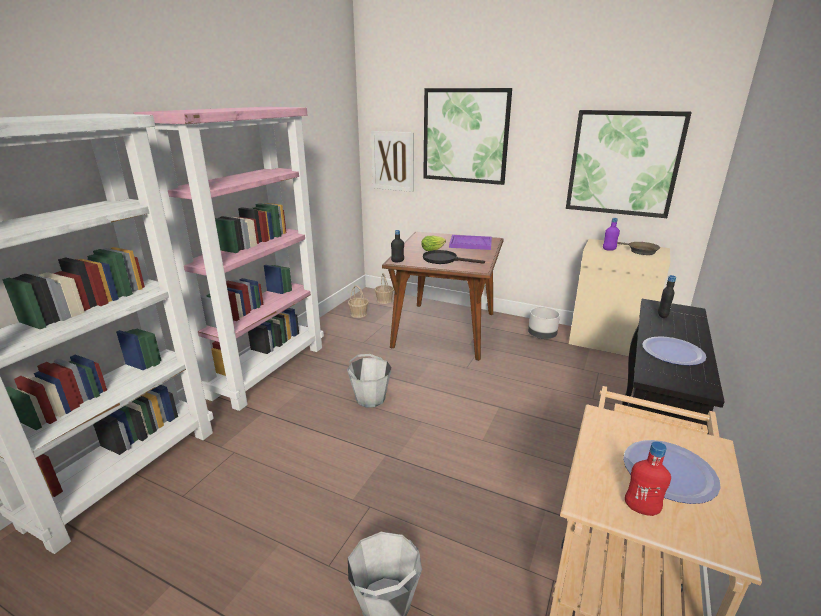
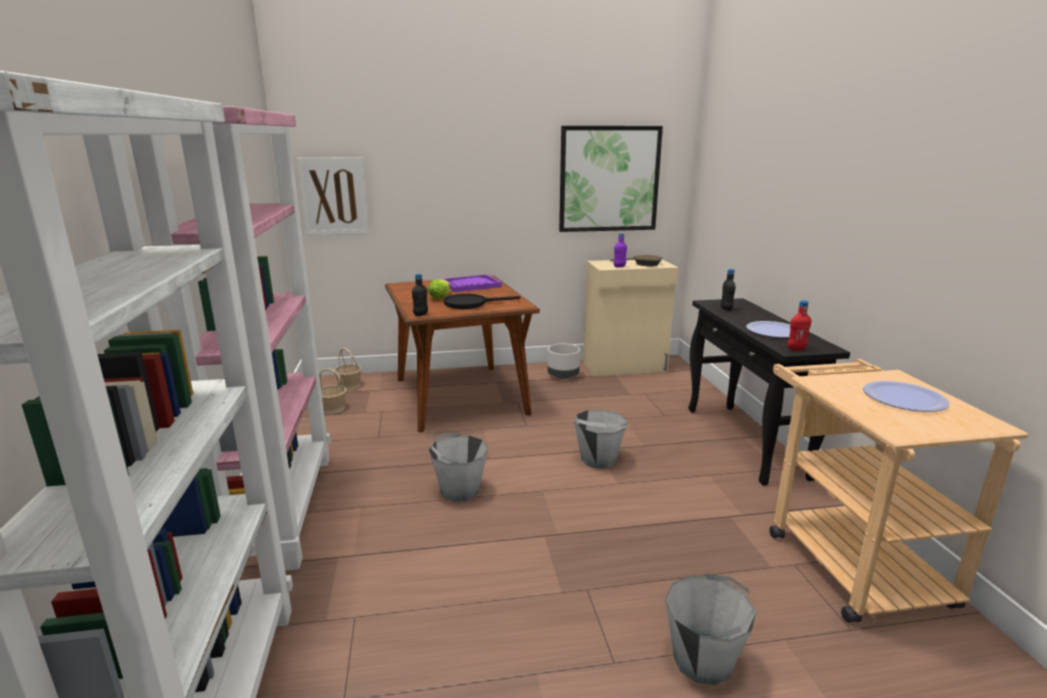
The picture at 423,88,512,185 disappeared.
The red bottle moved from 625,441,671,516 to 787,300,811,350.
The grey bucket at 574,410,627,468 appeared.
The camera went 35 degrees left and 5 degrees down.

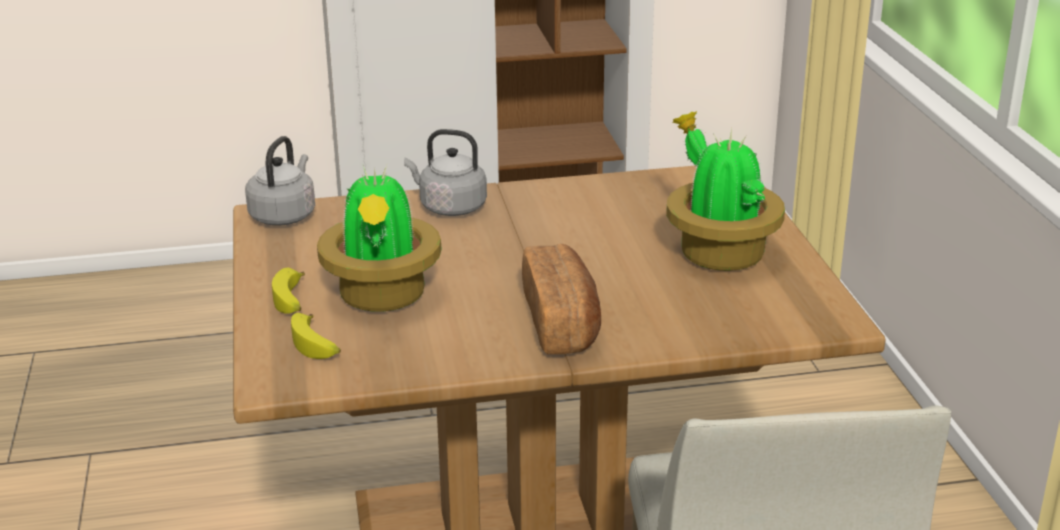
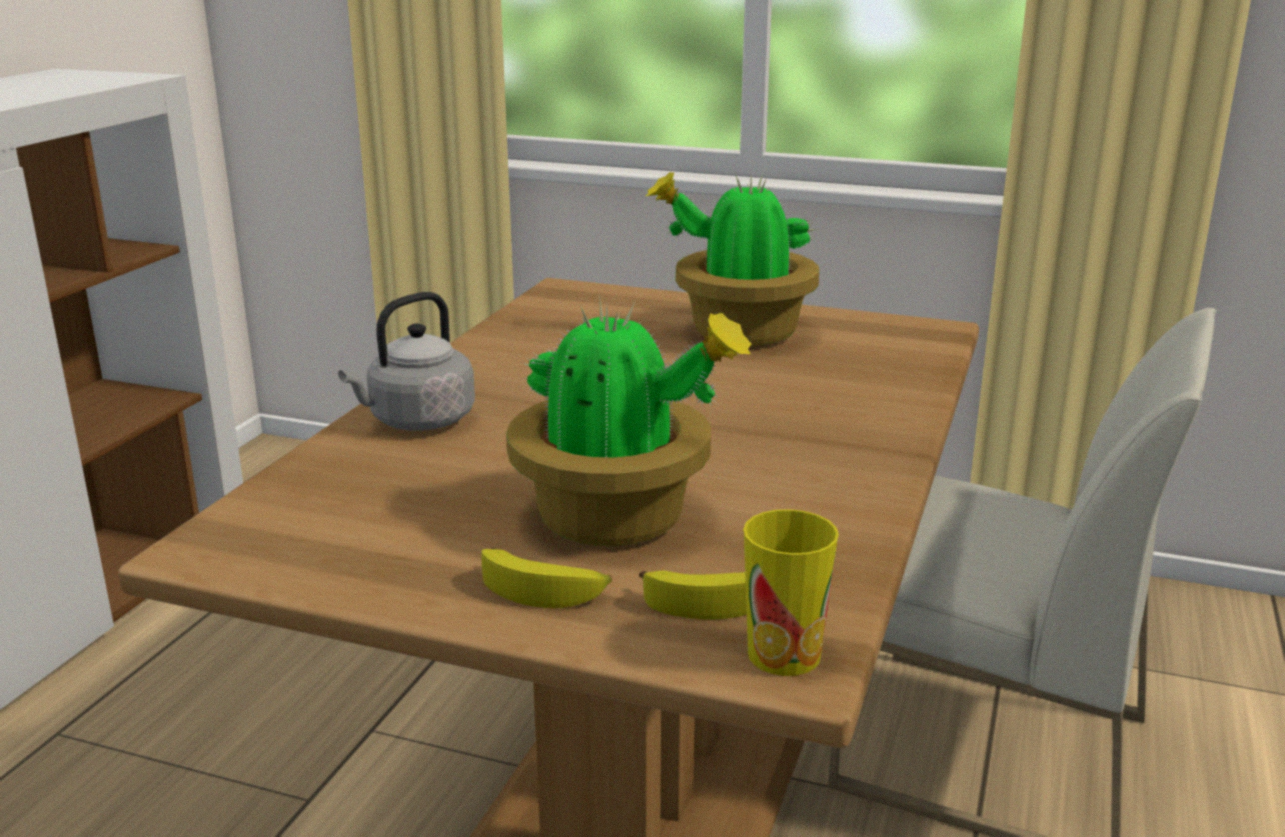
The grey kettle at 245,136,315,226 disappeared.
The bread at 522,244,601,354 disappeared.
The cup at 743,509,839,676 appeared.
The camera went 60 degrees left and 5 degrees down.

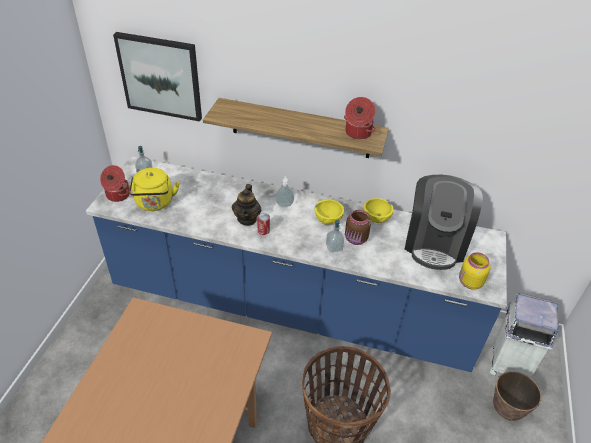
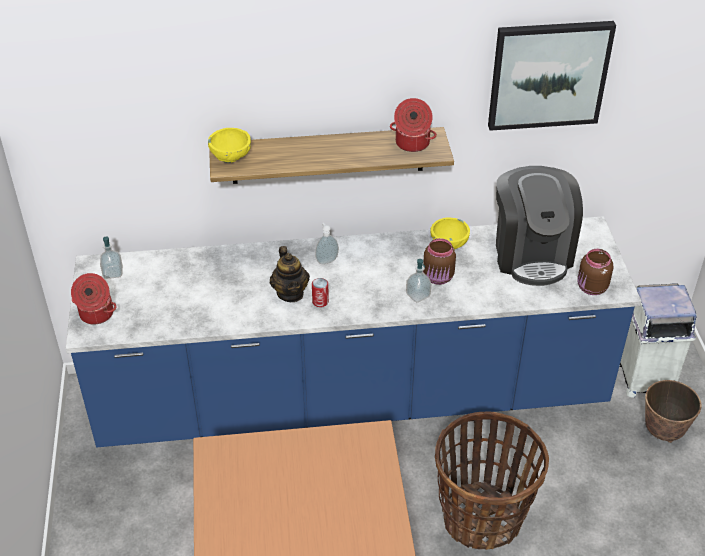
The picture moved from 113,32,202,122 to 488,21,616,131.
The yellow kettle at 129,168,180,211 disappeared.
The yellow bowl moved from 314,199,344,224 to 208,128,251,163.
The yellow jar at 459,252,491,290 became the brown jar at 577,249,613,295.
The camera went 20 degrees left and 0 degrees up.

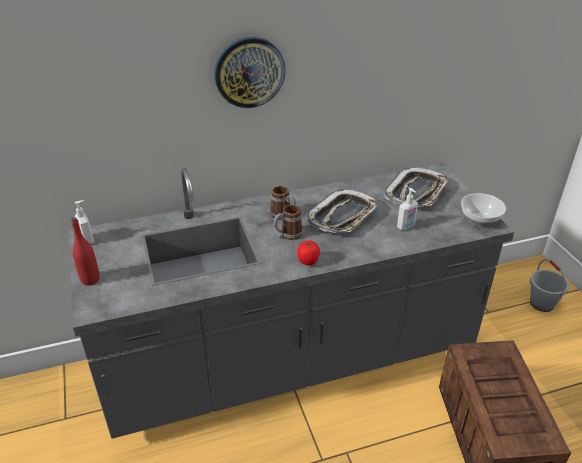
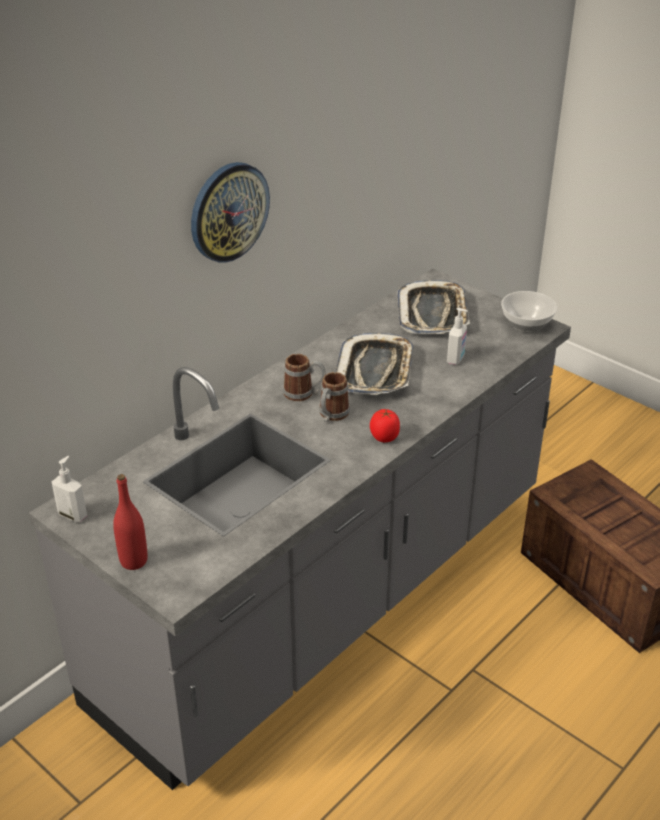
The grey bucket at 530,259,569,312 disappeared.
The camera went 30 degrees left and 0 degrees up.

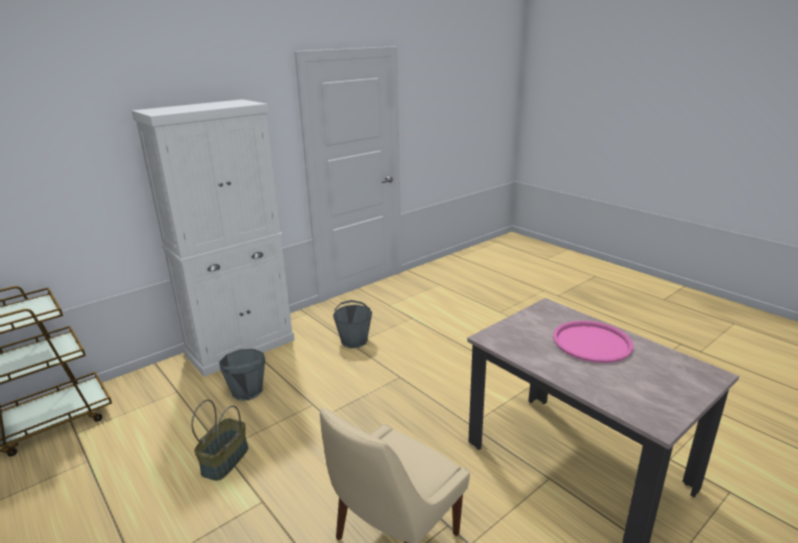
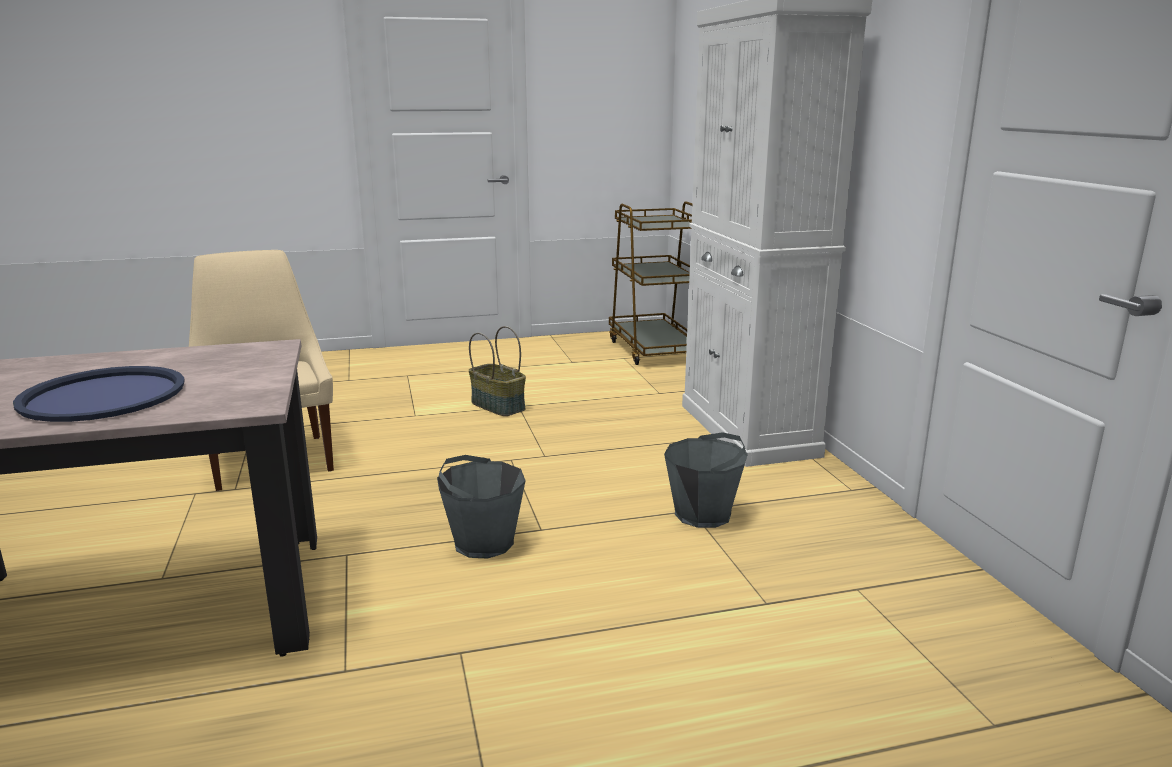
The pink tray at 553,321,634,363 became the blue tray at 13,366,185,422.
The grey bucket moved from 219,349,265,401 to 437,455,526,558.
The camera went 115 degrees right and 5 degrees down.

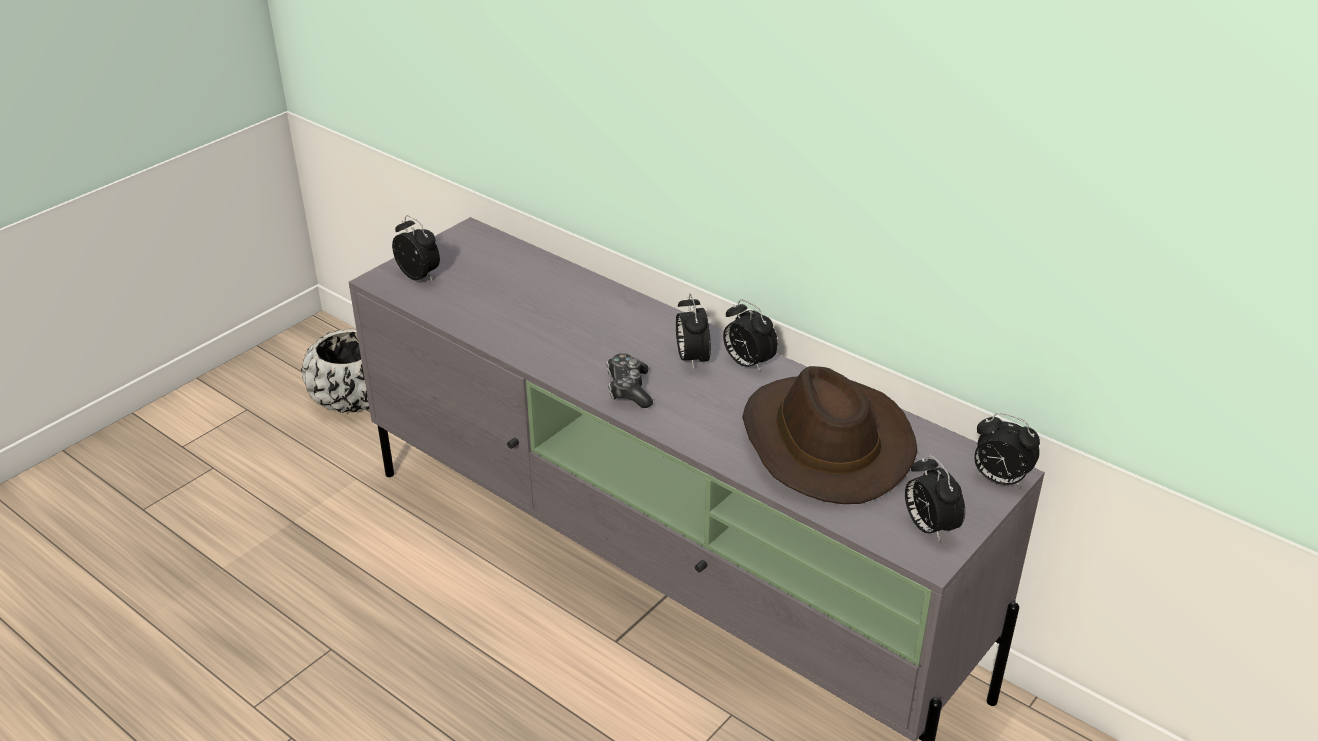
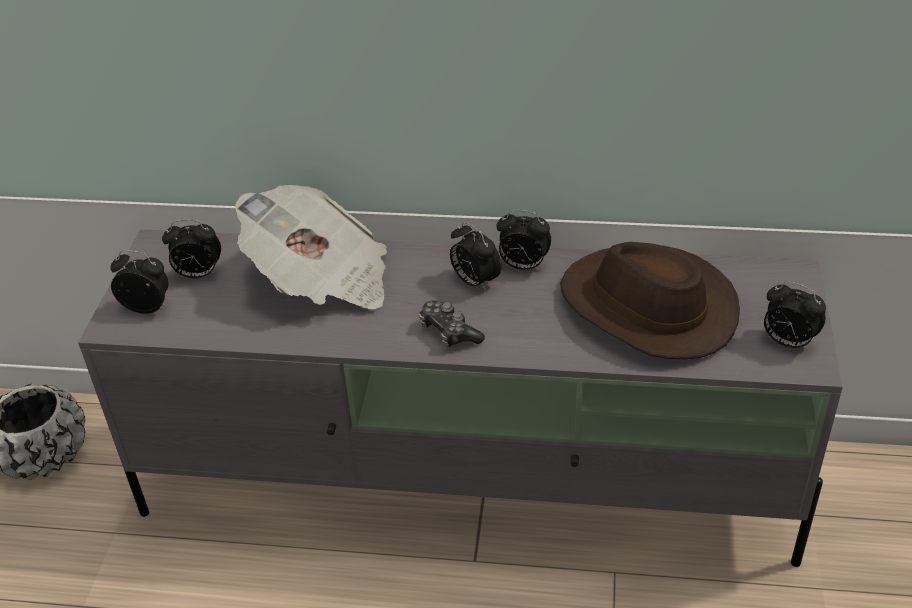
The alarm clock moved from 974,413,1040,488 to 162,220,221,278.
The newspaper at 235,185,387,309 appeared.
The camera went 30 degrees left and 5 degrees up.

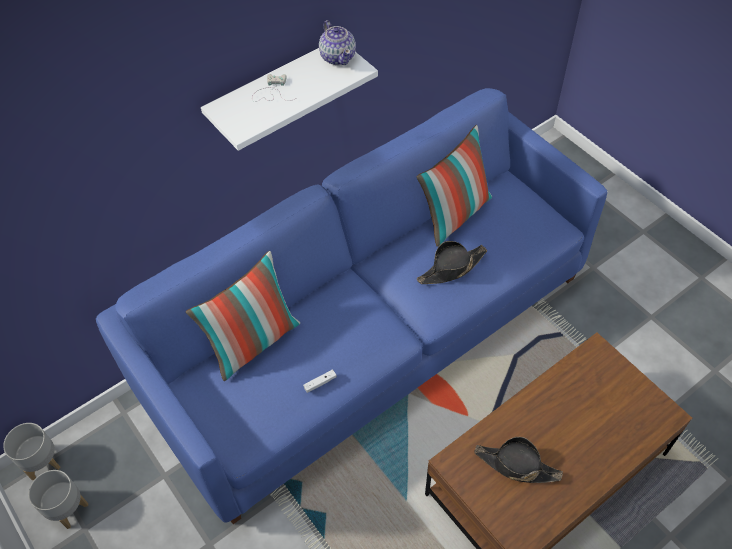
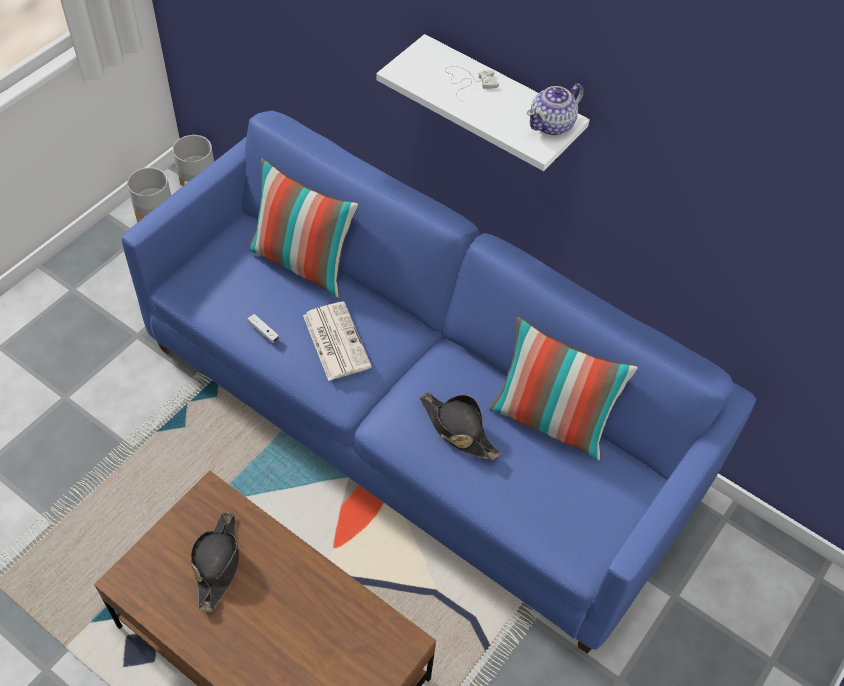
The newspaper at 303,301,372,381 appeared.
The camera went 70 degrees right and 0 degrees up.

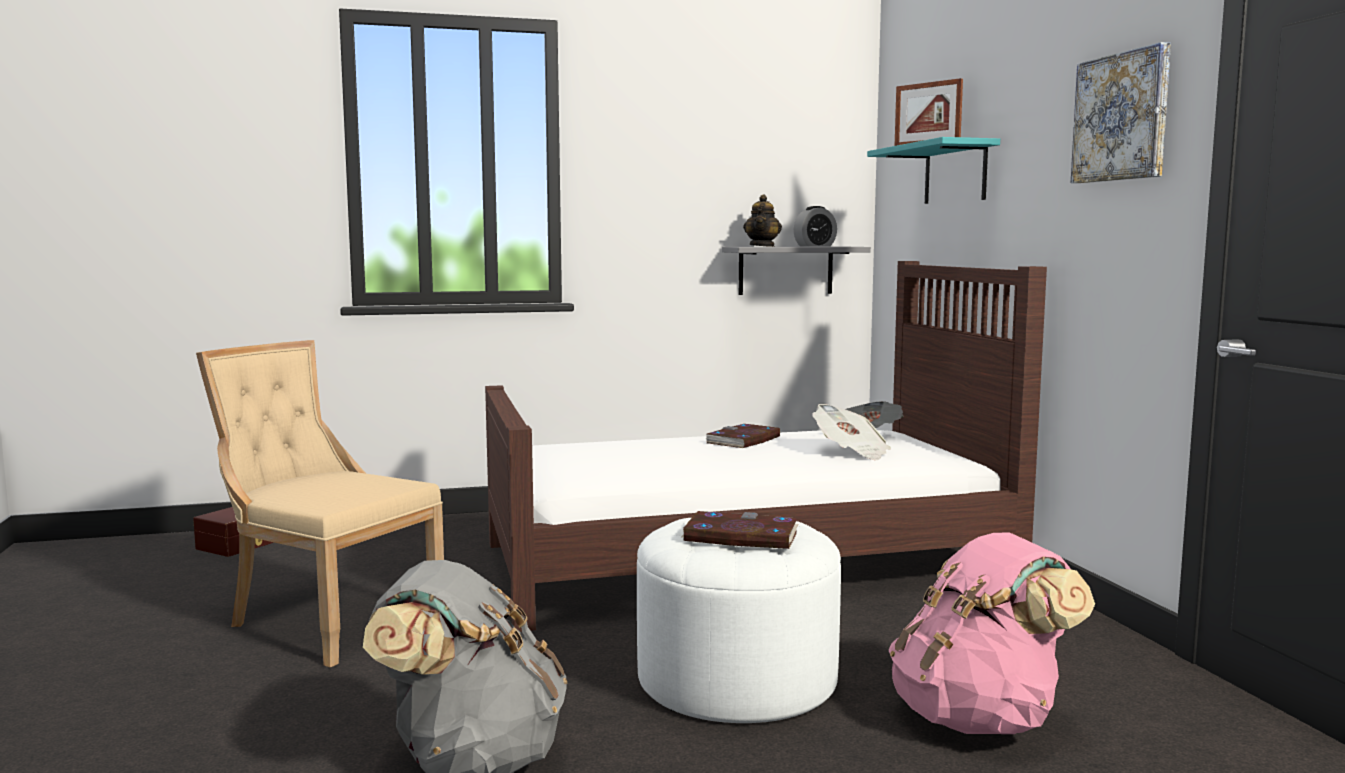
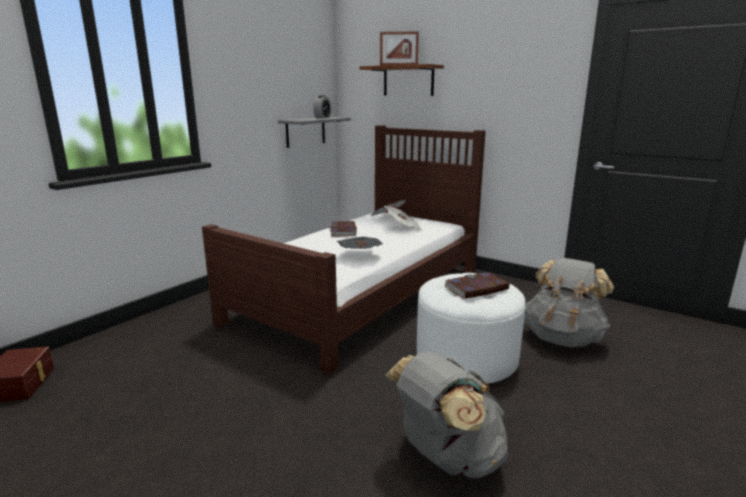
The picture at 1071,42,1171,183 disappeared.
The turquoise shelf at 867,137,1000,204 became the brown shelf at 359,64,444,96.
The teapot at 743,194,782,247 disappeared.
The beige chair at 196,340,444,667 disappeared.
The pink backpack at 888,532,1095,734 became the grey backpack at 524,258,614,347.
The newspaper at 337,237,383,249 appeared.
The camera went 40 degrees left and 10 degrees up.

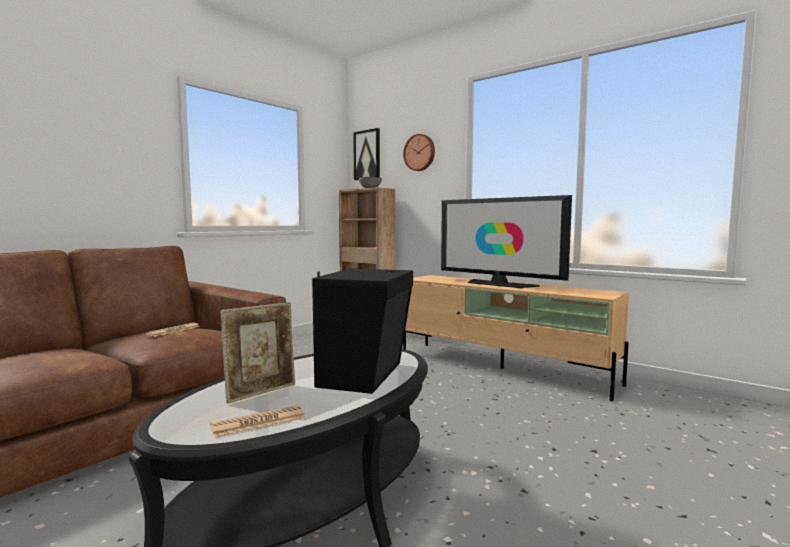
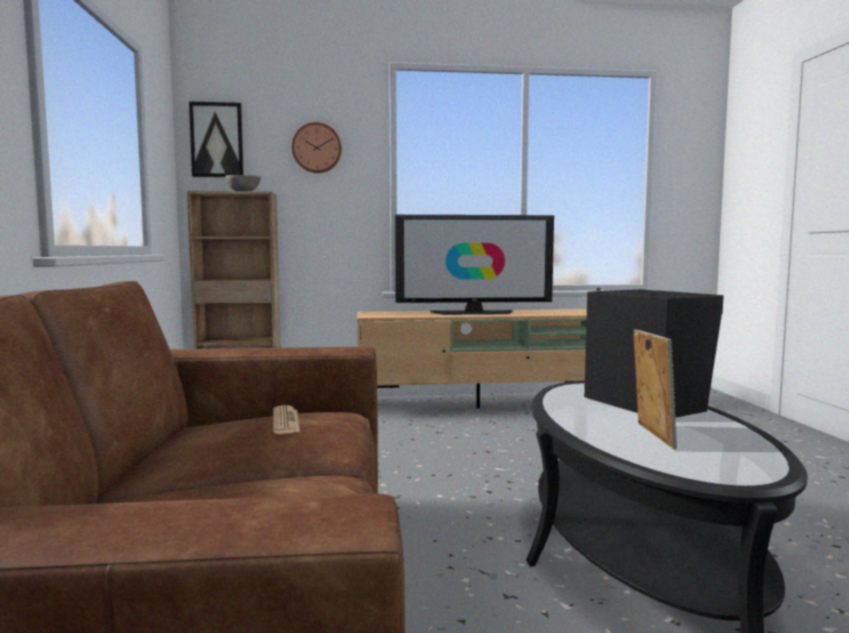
The newspaper at 210,405,305,437 disappeared.
The camera went 45 degrees left and 0 degrees up.

